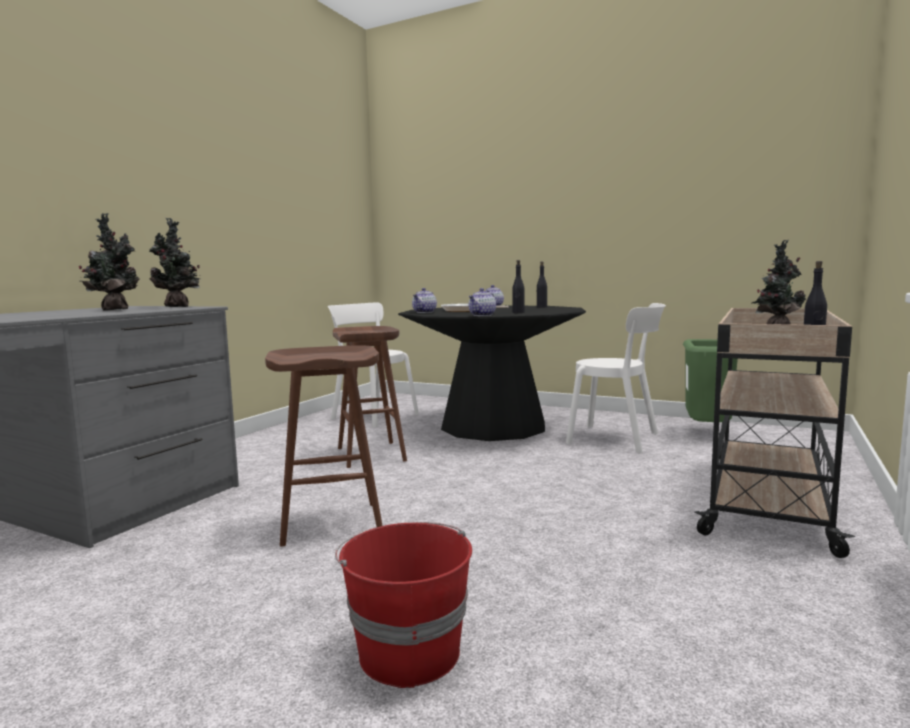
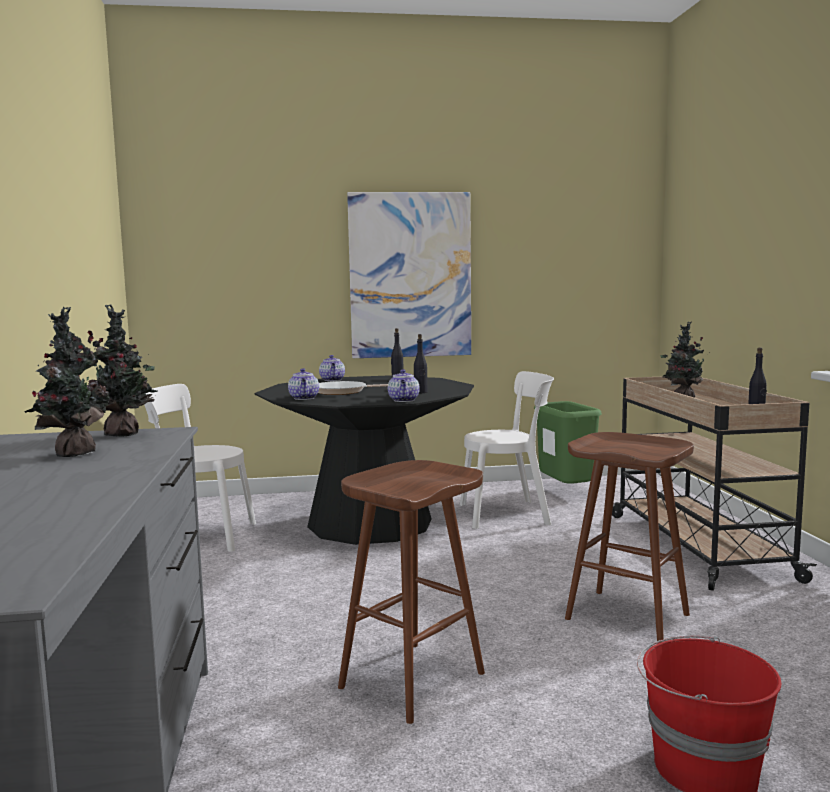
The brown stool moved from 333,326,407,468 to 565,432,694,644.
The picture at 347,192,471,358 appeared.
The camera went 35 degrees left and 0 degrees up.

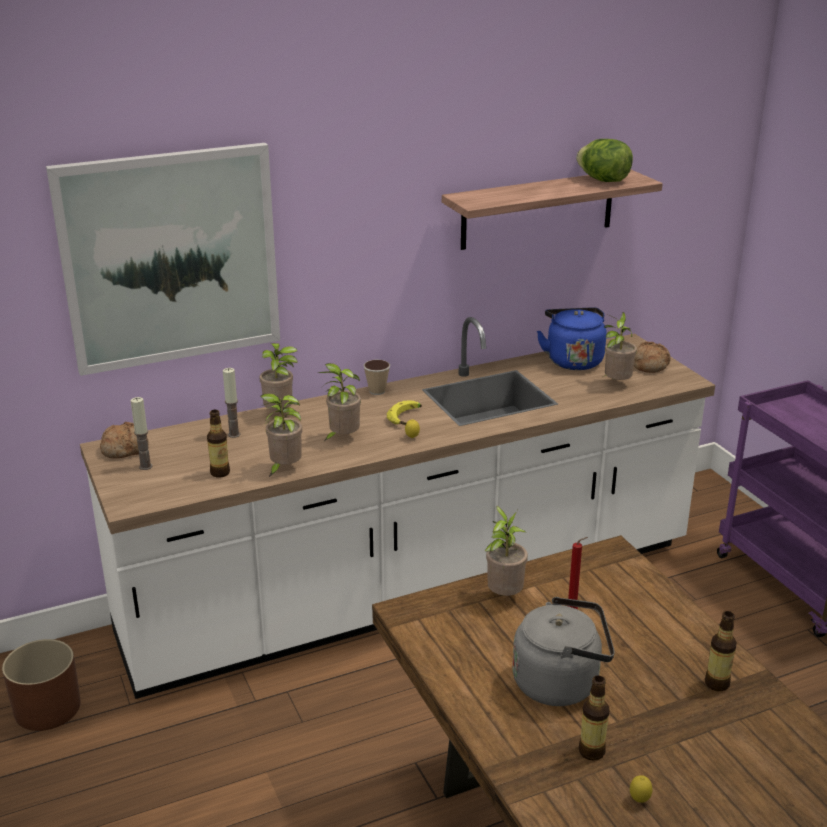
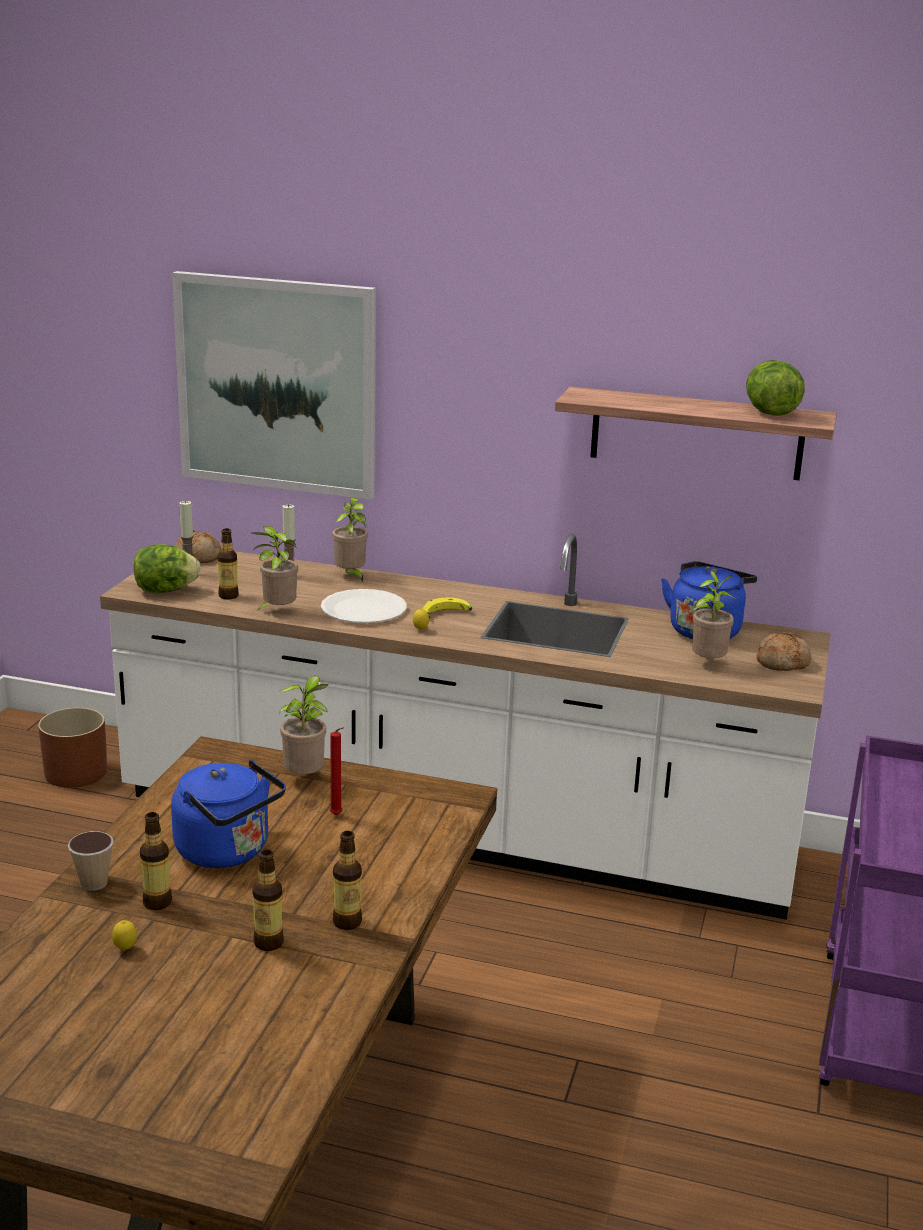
The cup moved from 363,360,390,395 to 68,831,114,891.
The potted plant at 318,363,361,442 was replaced by the white plate at 321,589,407,623.
The grey kettle at 512,597,615,706 became the blue kettle at 171,760,286,868.
The lettuce at 134,544,201,593 appeared.
The bottle at 252,850,284,951 appeared.
The camera went 40 degrees right and 5 degrees down.

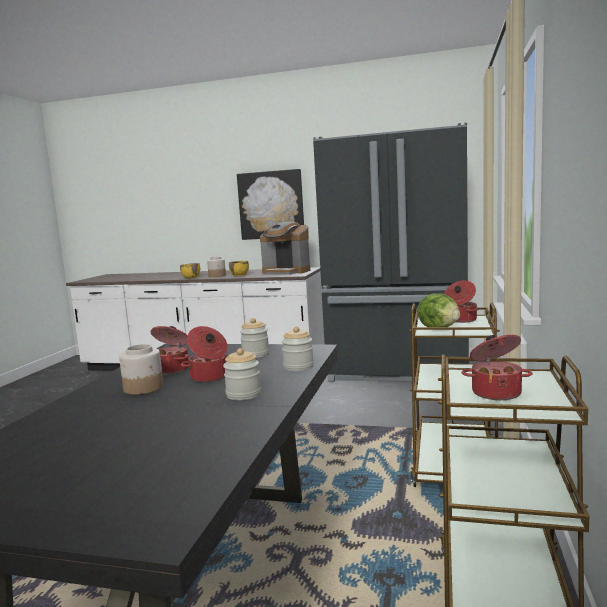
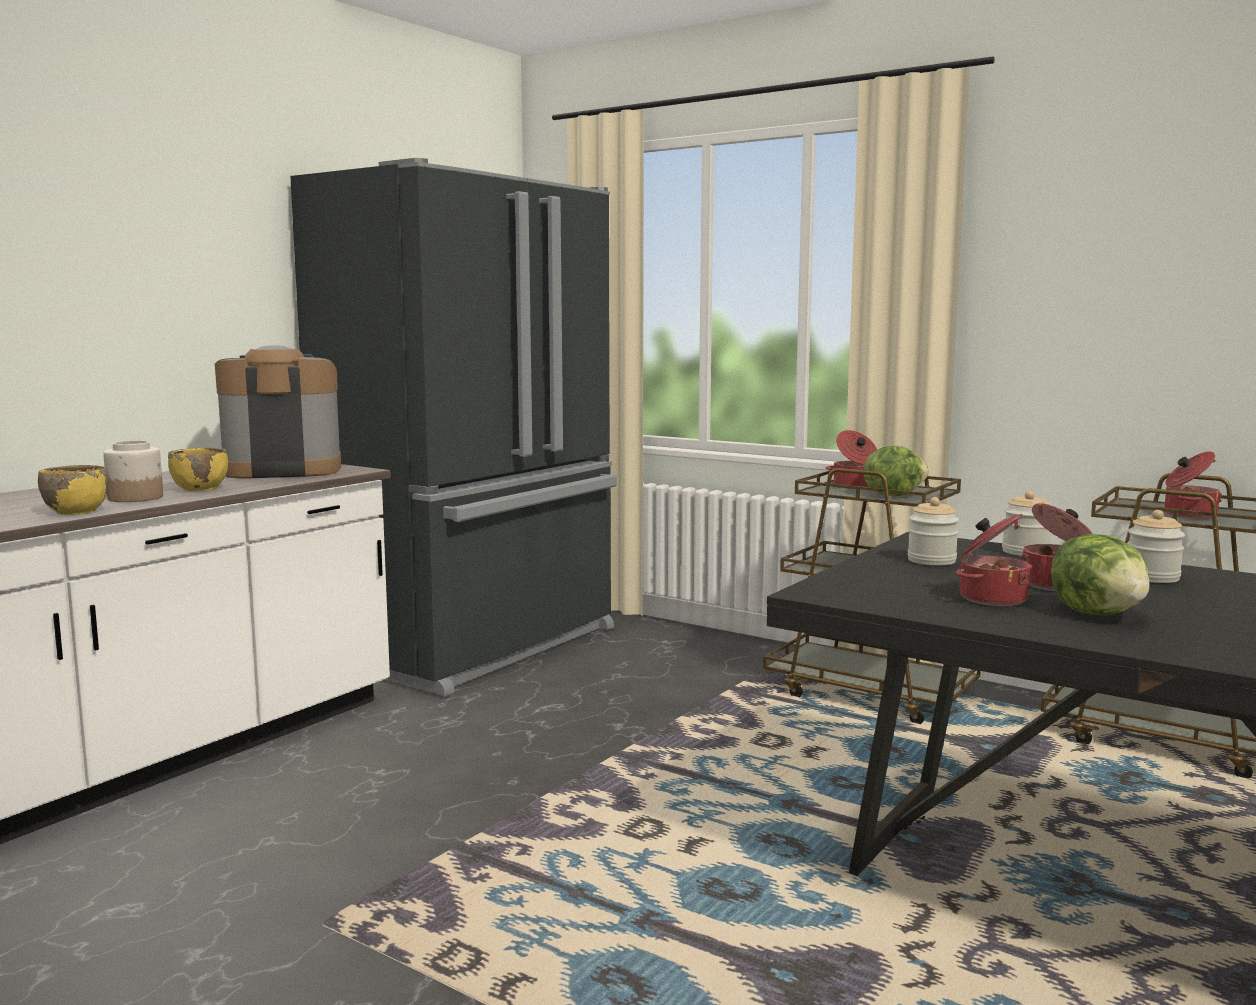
The picture at 237,169,304,240 disappeared.
The coffee machine at 260,221,310,275 turned 150 degrees counterclockwise.
The jar at 119,344,163,395 was replaced by the lettuce at 1051,534,1150,615.
The camera went 70 degrees left and 0 degrees up.

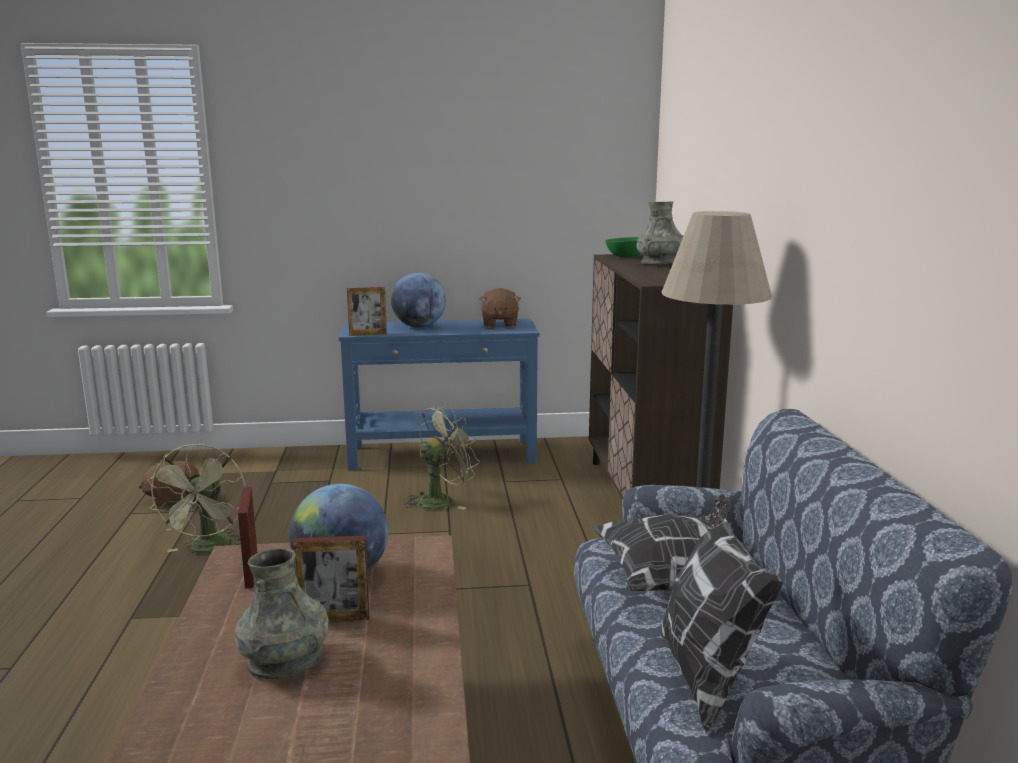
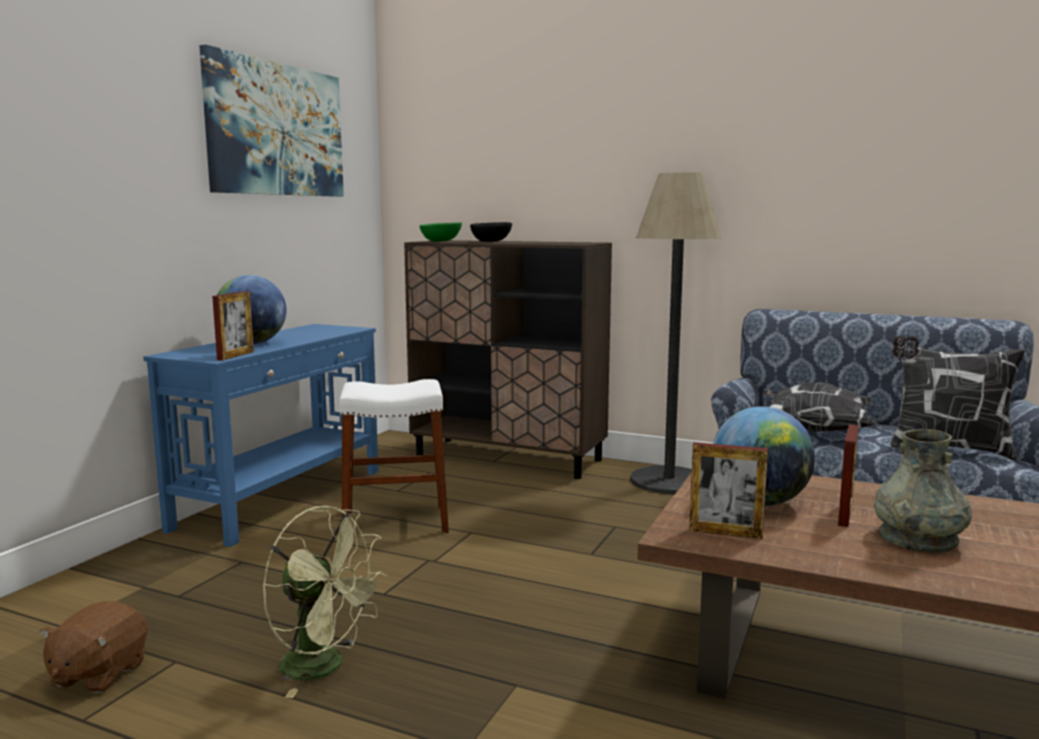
The grey vase at 636,202,683,264 was replaced by the black bowl at 470,222,512,242.
The brown plush toy at 480,288,521,328 disappeared.
The green fan at 404,404,480,510 was replaced by the white stool at 339,379,449,533.
The picture at 199,45,344,197 appeared.
The camera went 60 degrees left and 5 degrees down.

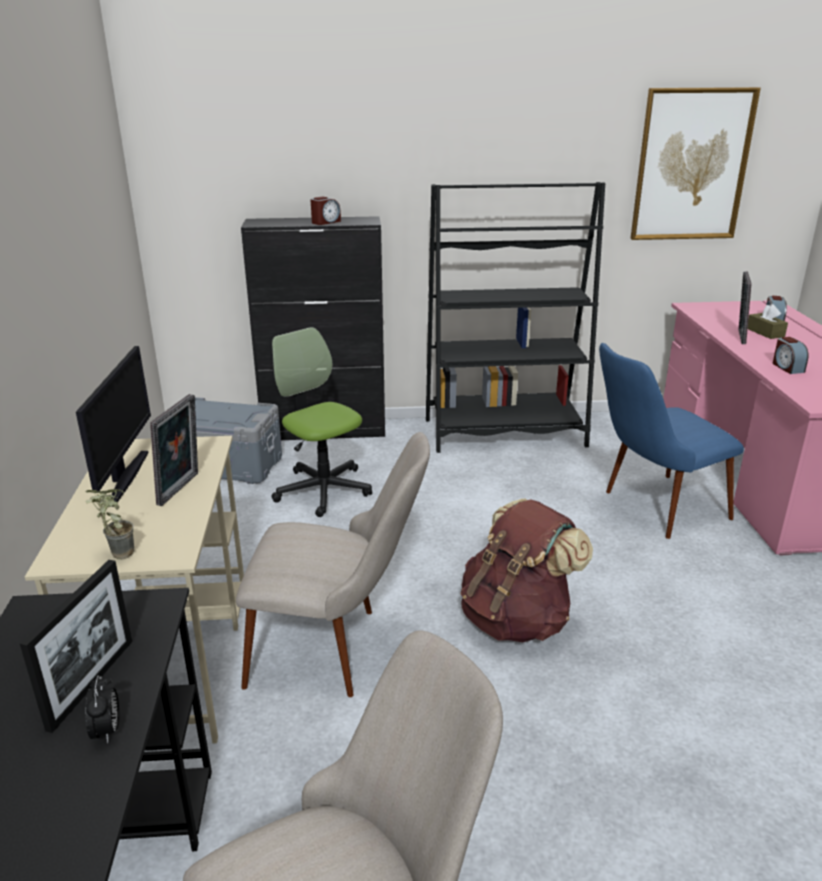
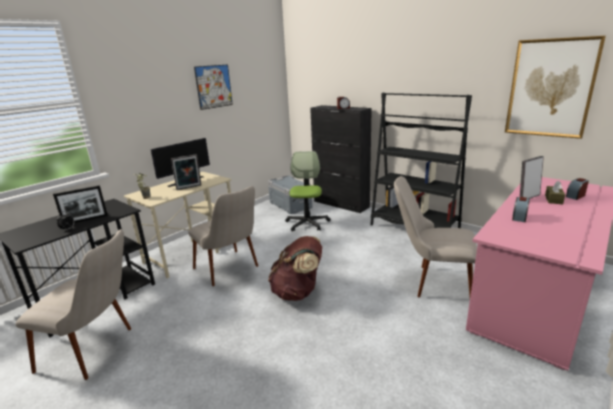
The blue chair at 599,343,744,539 became the beige chair at 394,176,477,297.
The picture at 194,64,233,110 appeared.
The camera went 45 degrees right and 5 degrees down.

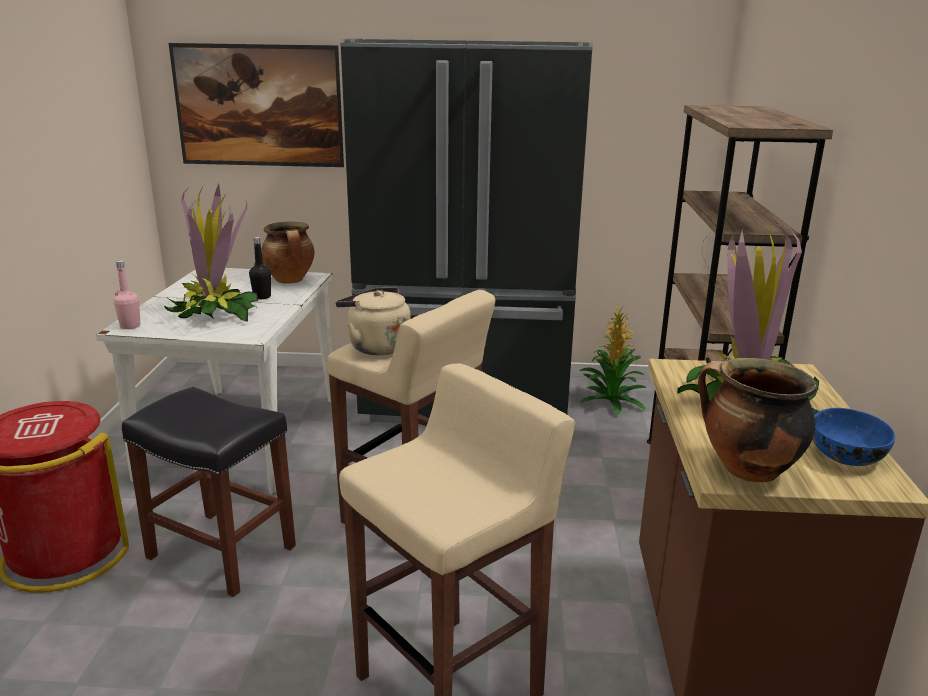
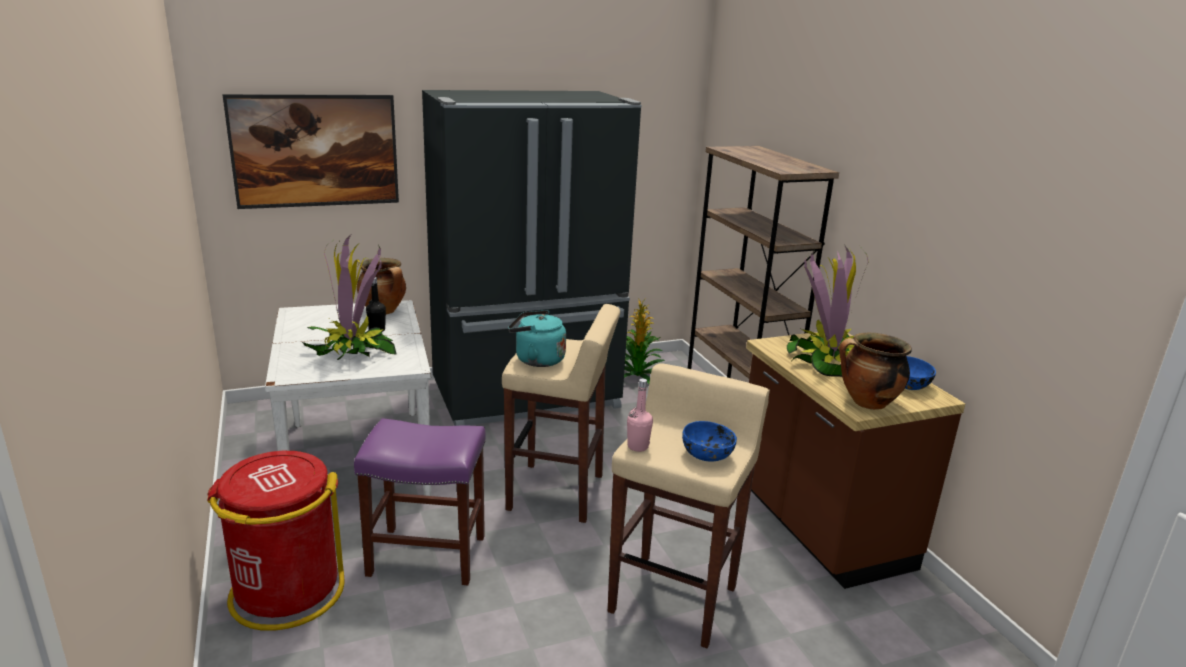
The pink bottle moved from 114,260,141,329 to 627,379,653,452.
The beige kettle at 335,287,411,355 became the turquoise kettle at 508,310,566,367.
The black stool at 122,387,296,597 became the purple stool at 354,418,486,585.
The blue bowl at 682,421,737,462 appeared.
The camera went 25 degrees left and 0 degrees up.

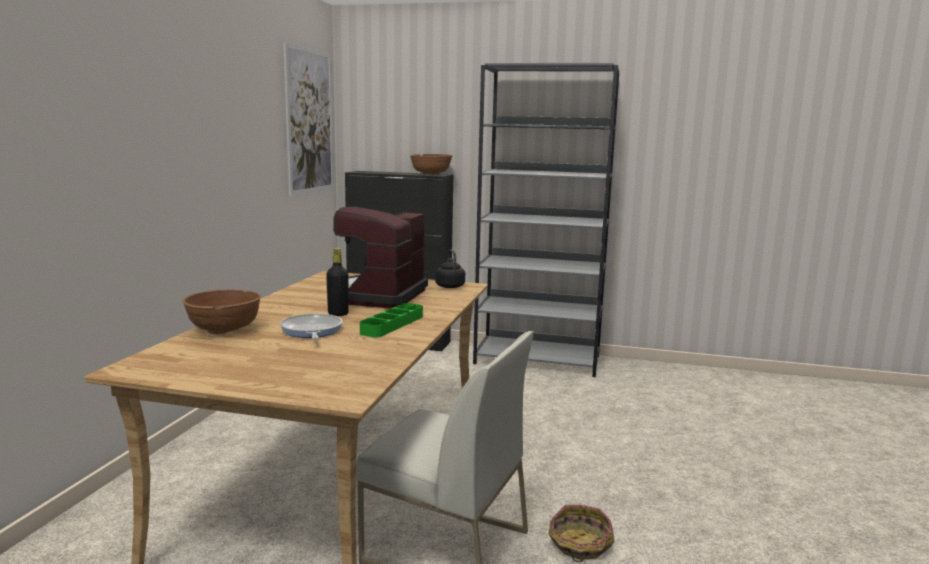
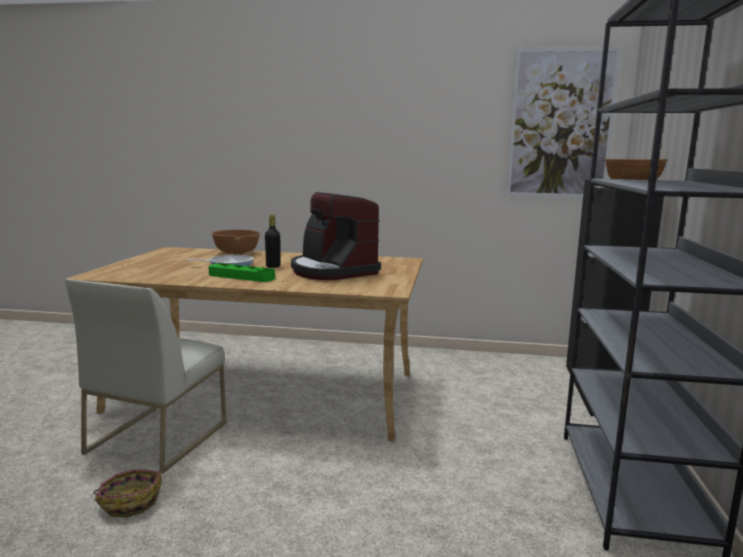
The coffee machine at 333,207,428,309 turned 135 degrees counterclockwise.
The black kettle at 435,249,465,288 disappeared.
The camera went 85 degrees right and 0 degrees up.

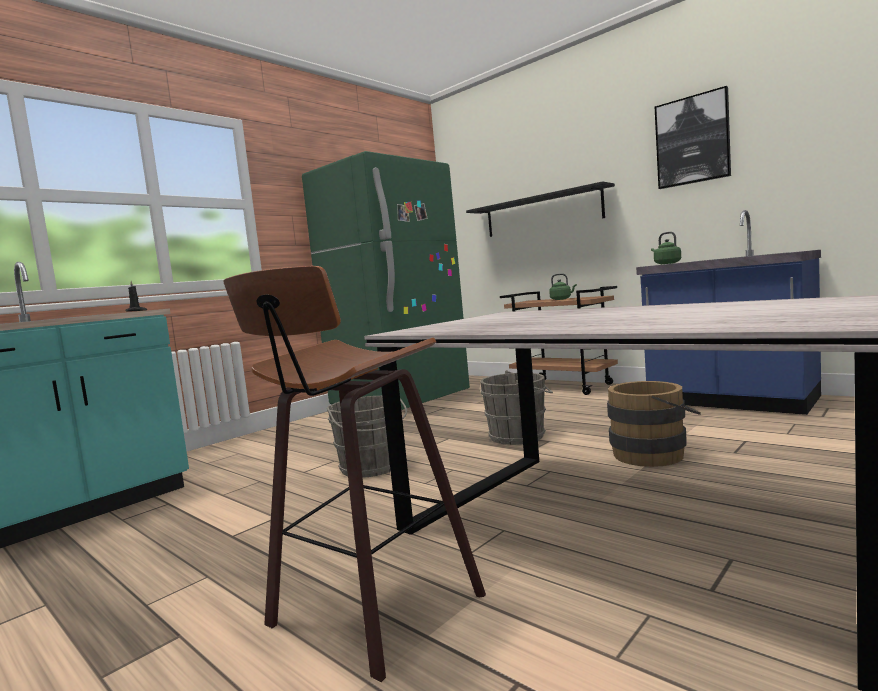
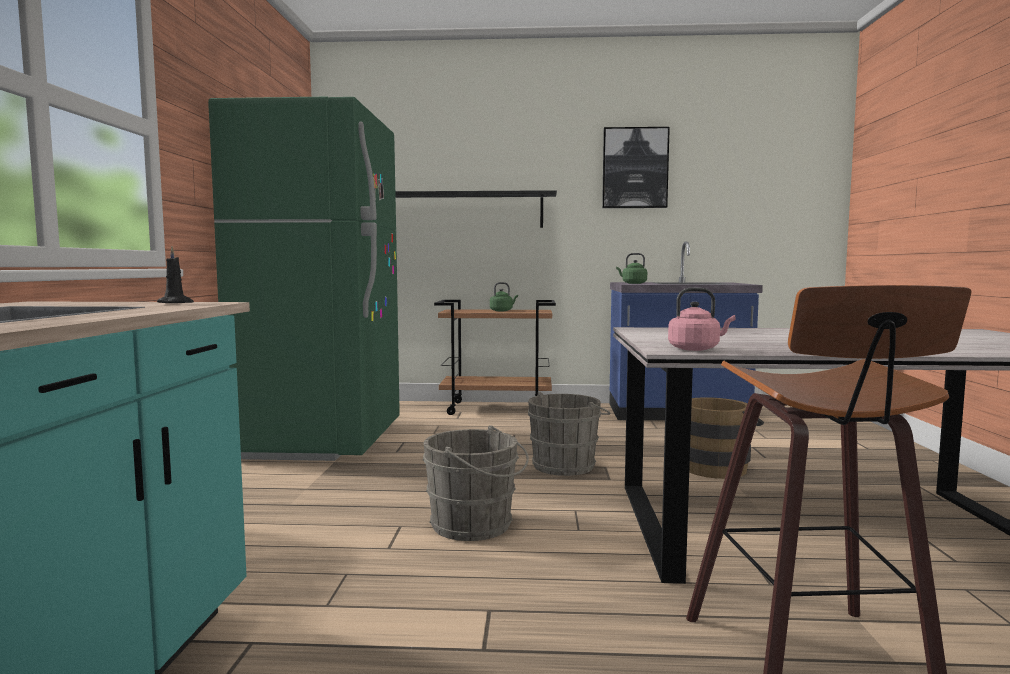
The pink kettle at 668,288,736,351 appeared.
The camera went 40 degrees left and 0 degrees up.

